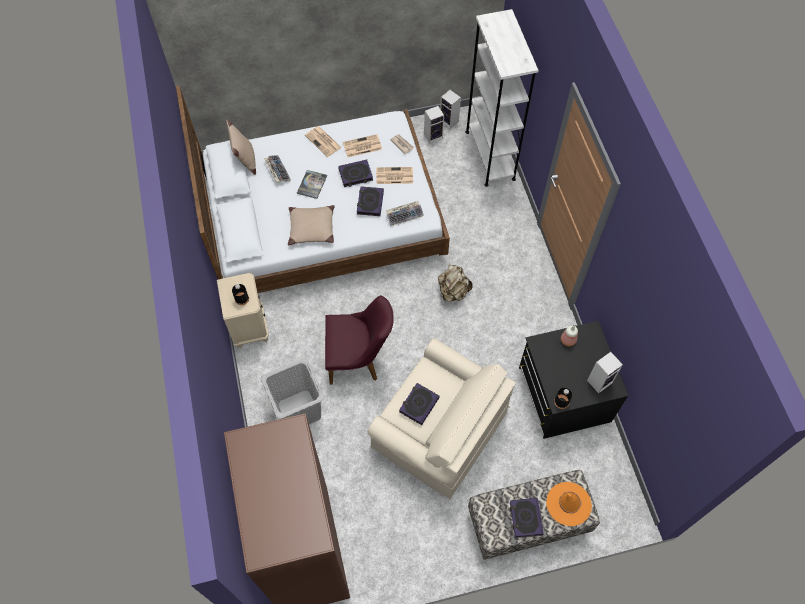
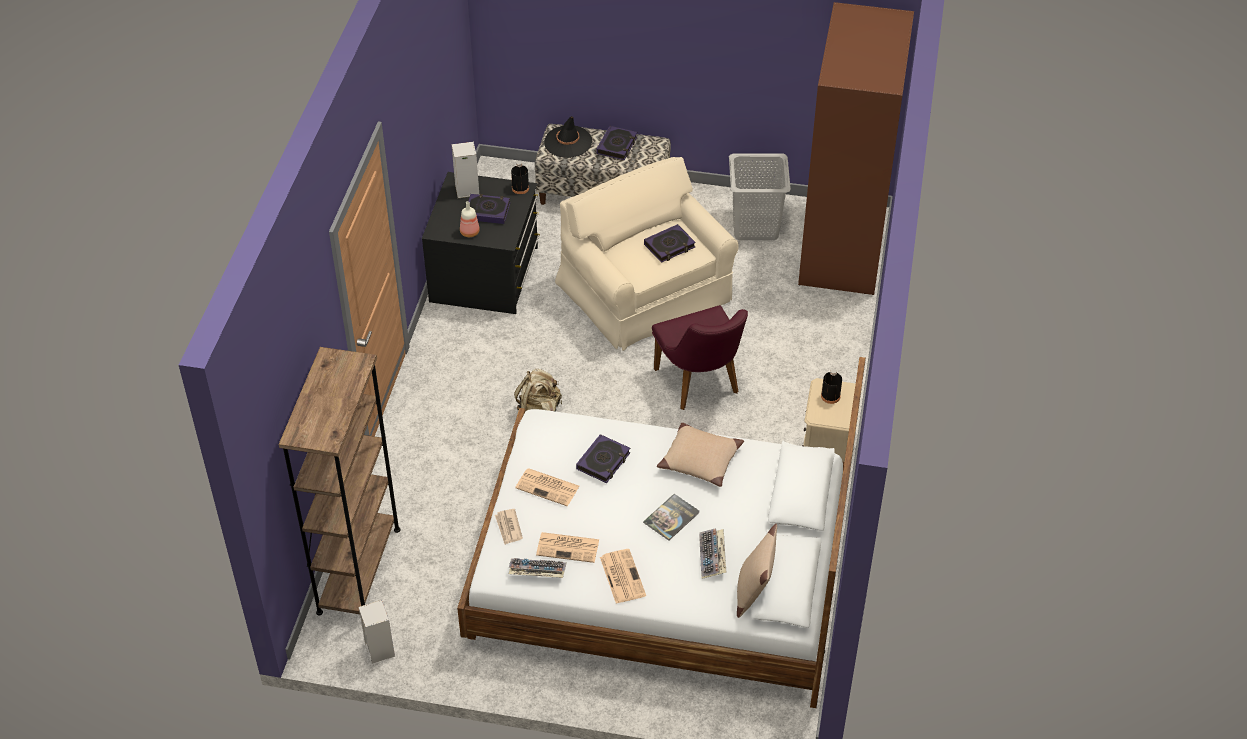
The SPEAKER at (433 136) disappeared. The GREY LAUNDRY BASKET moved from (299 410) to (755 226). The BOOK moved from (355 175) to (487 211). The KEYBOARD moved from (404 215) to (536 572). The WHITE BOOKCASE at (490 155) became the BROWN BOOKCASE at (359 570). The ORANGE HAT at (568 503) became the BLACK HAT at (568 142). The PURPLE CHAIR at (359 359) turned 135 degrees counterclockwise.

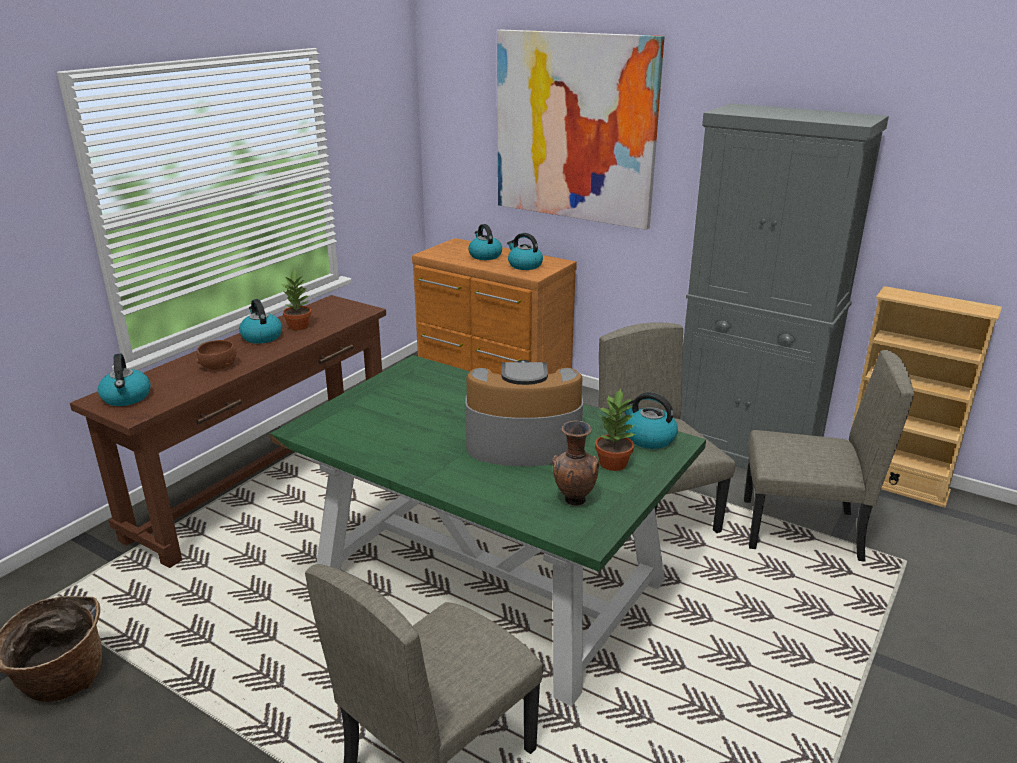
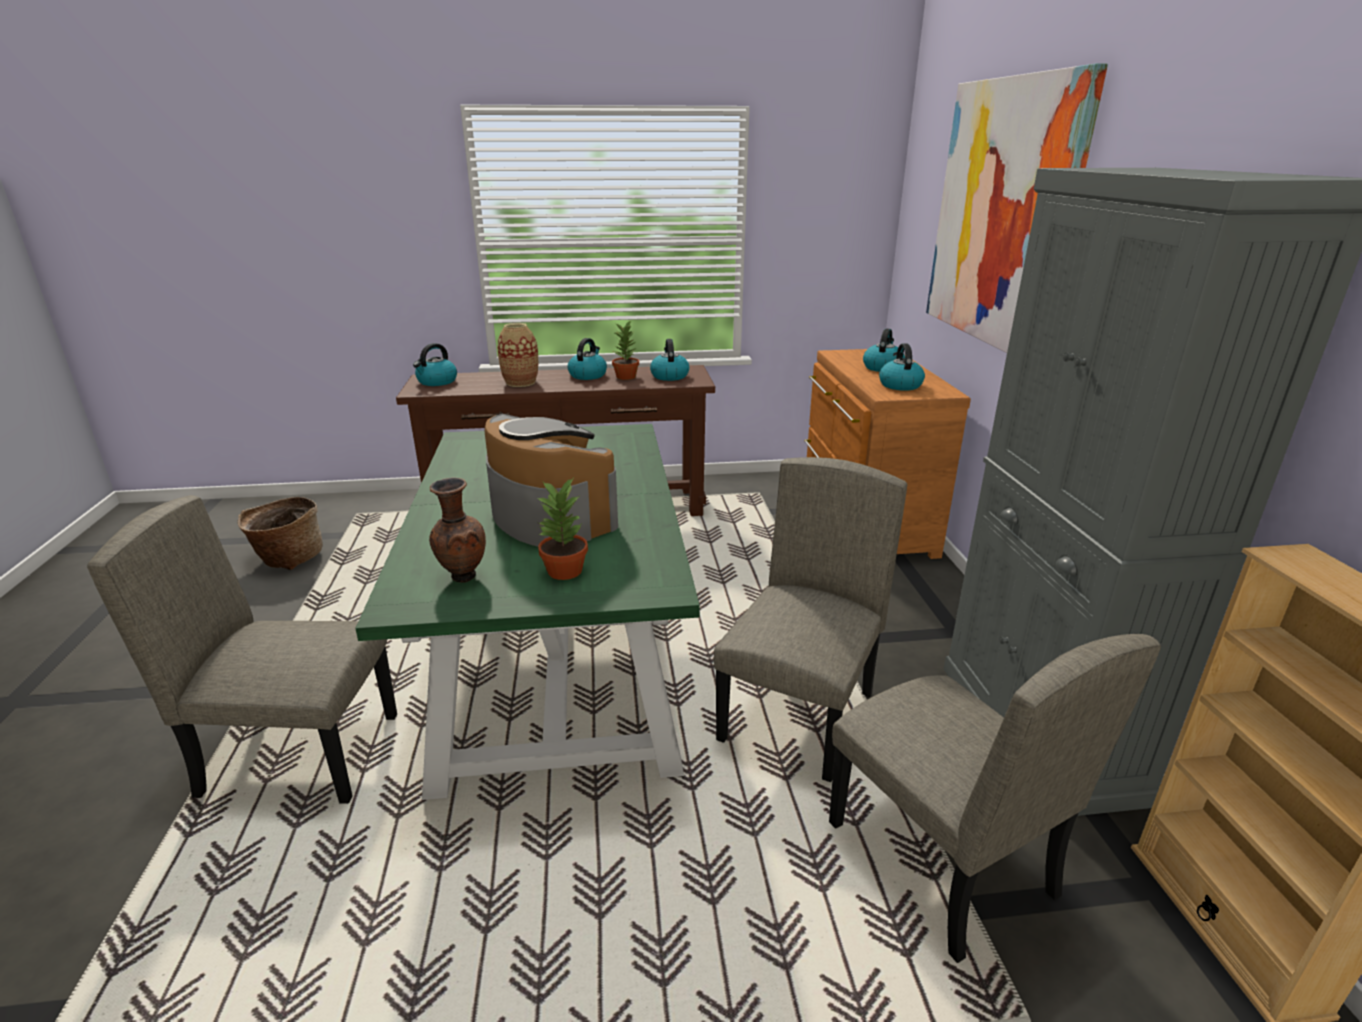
The KETTLE moved from (648 438) to (669 376). The BROWN BOWL at (218 365) was replaced by the VASE at (520 382).

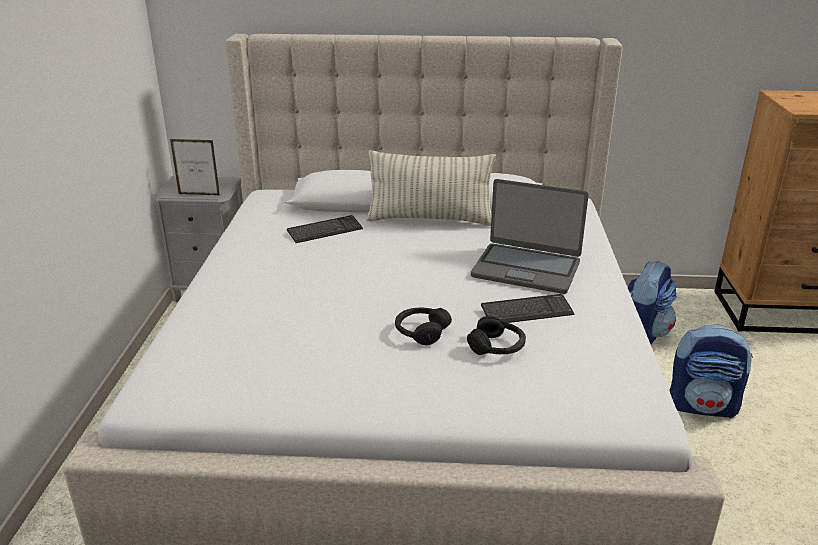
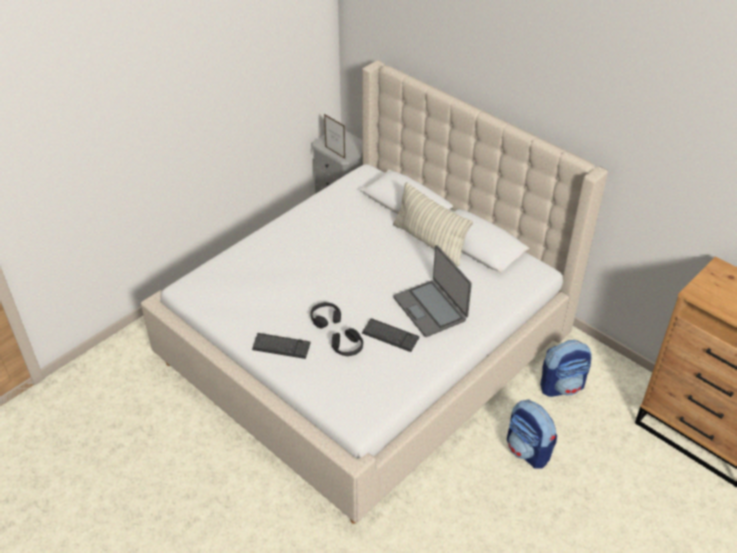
The KEYBOARD moved from (325 231) to (281 347).

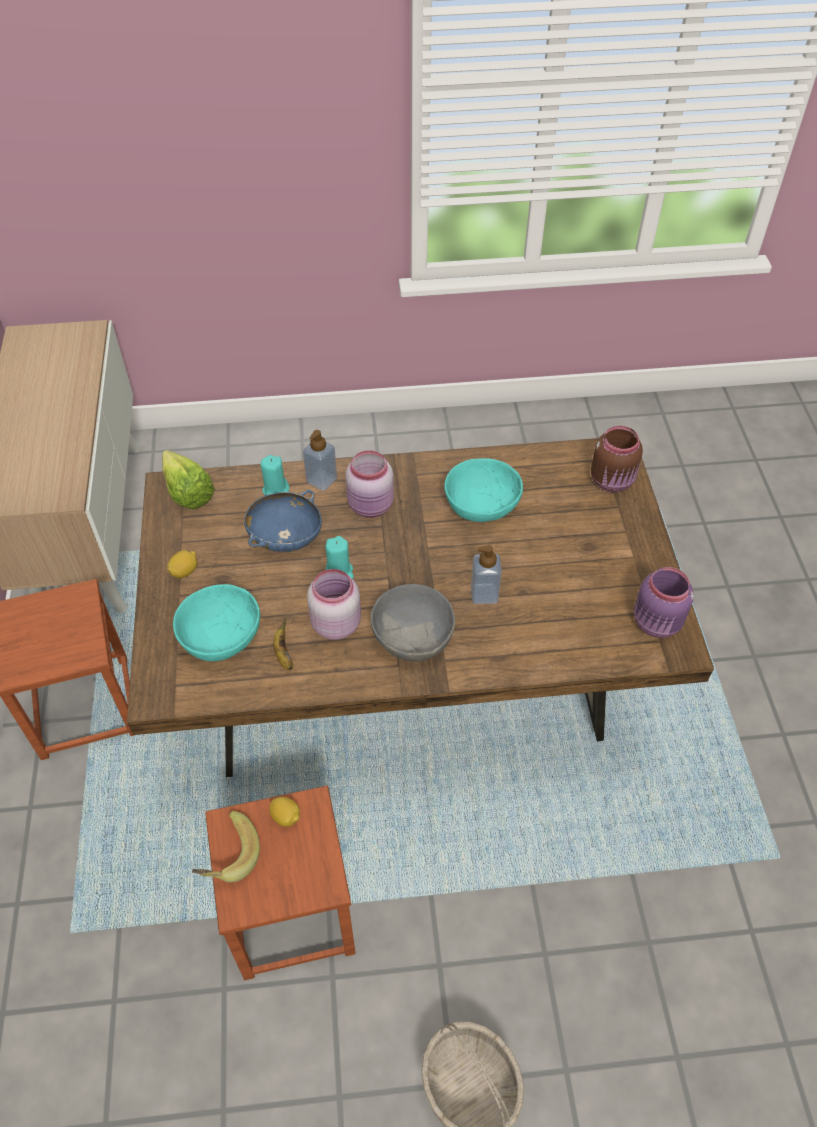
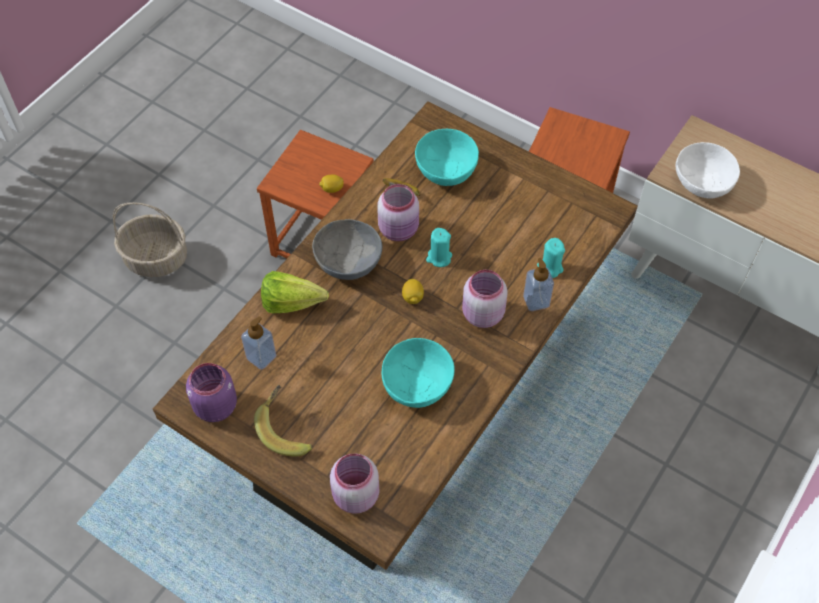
The BLUE BOWL at (285 537) disappeared. The WHITE BOWL at (703 182) appeared. The LETTUCE moved from (186 489) to (297 305). The LEMON moved from (184 571) to (412 297). The BANANA moved from (226 855) to (287 429). The SOAP DISPENSER moved from (484 594) to (261 357). The BROWN JAR at (612 481) became the PINK JAR at (354 496).

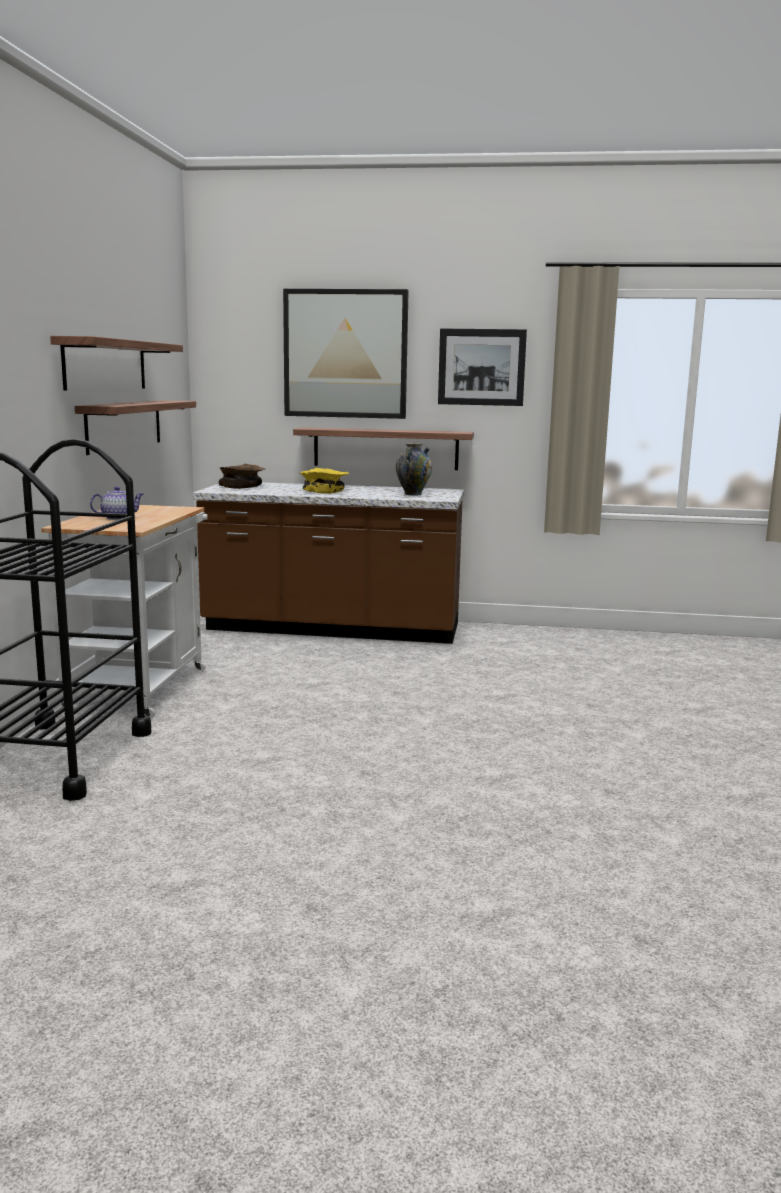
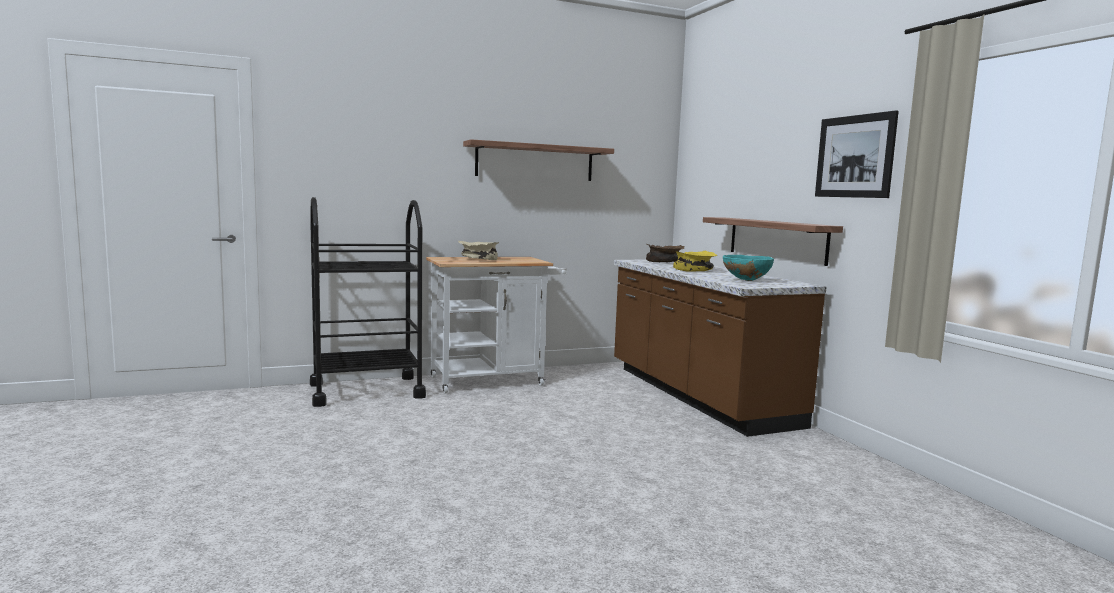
The SHELF at (124 425) disappeared. The PICTURE at (345 354) disappeared. The TEAPOT at (118 518) was replaced by the BEIGE BOWL at (478 259). The VASE at (413 494) was replaced by the TURQUOISE BOWL at (746 280).

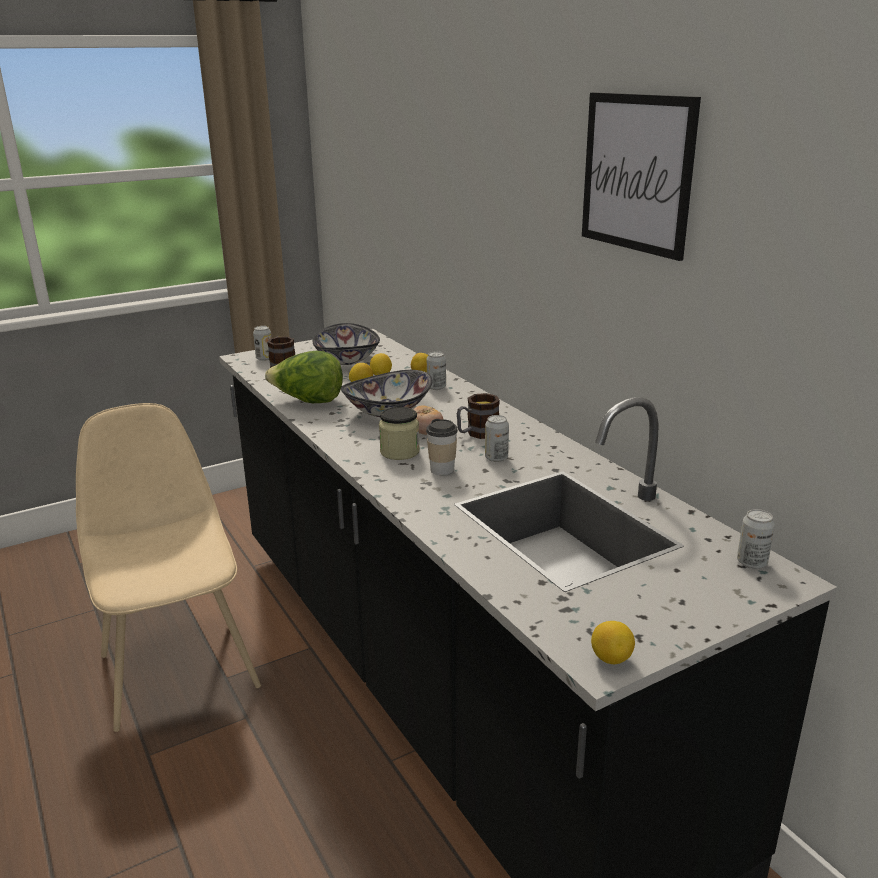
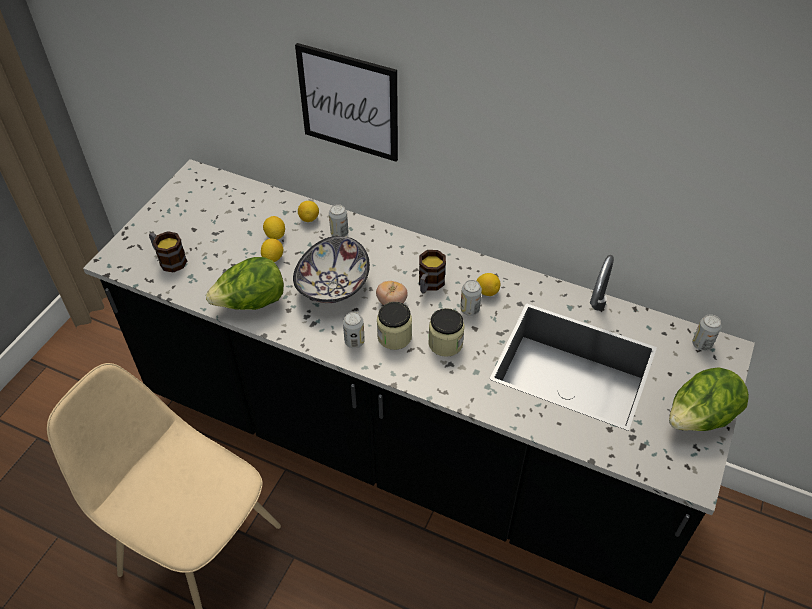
The BOWL at (346 360) disappeared. The LETTUCE at (699 418) appeared. The CAN moved from (264 358) to (354 341). The PICTURE moved from (637 173) to (349 103). The LEMON moved from (611 659) to (487 292). The CUP at (442 470) was replaced by the JAR at (445 343).

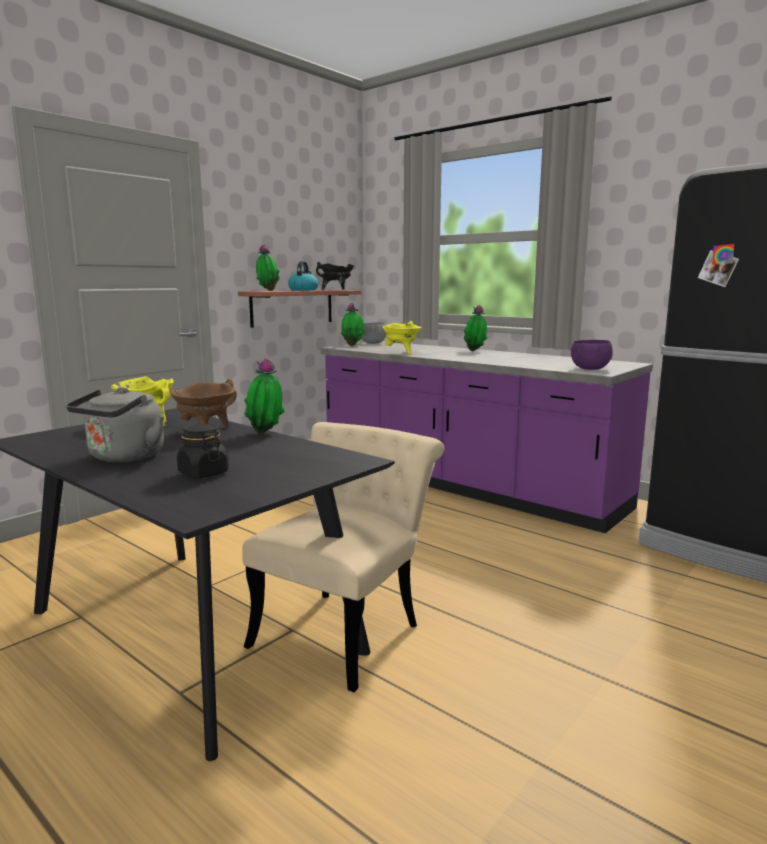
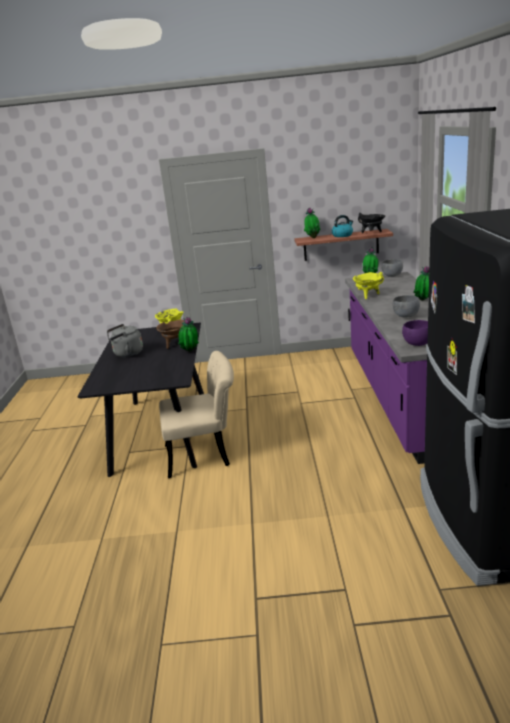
The BLACK JAR at (203 473) disappeared. The GREY BOWL at (405 316) appeared.

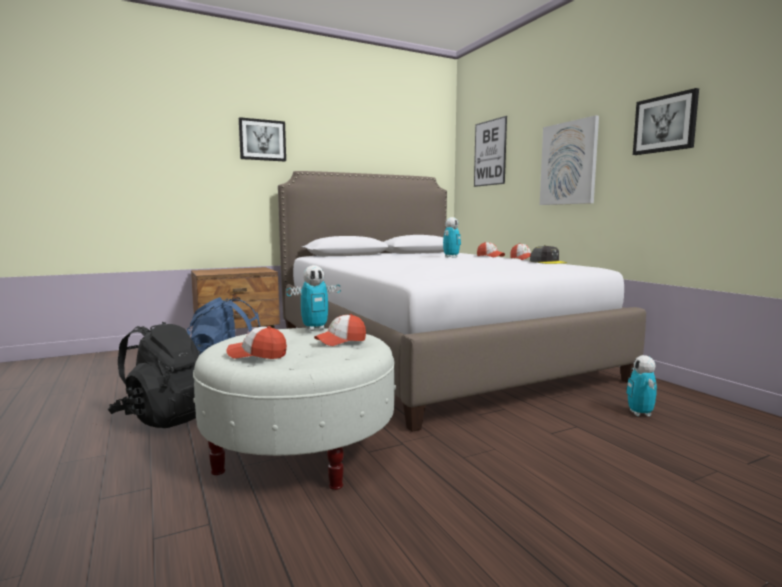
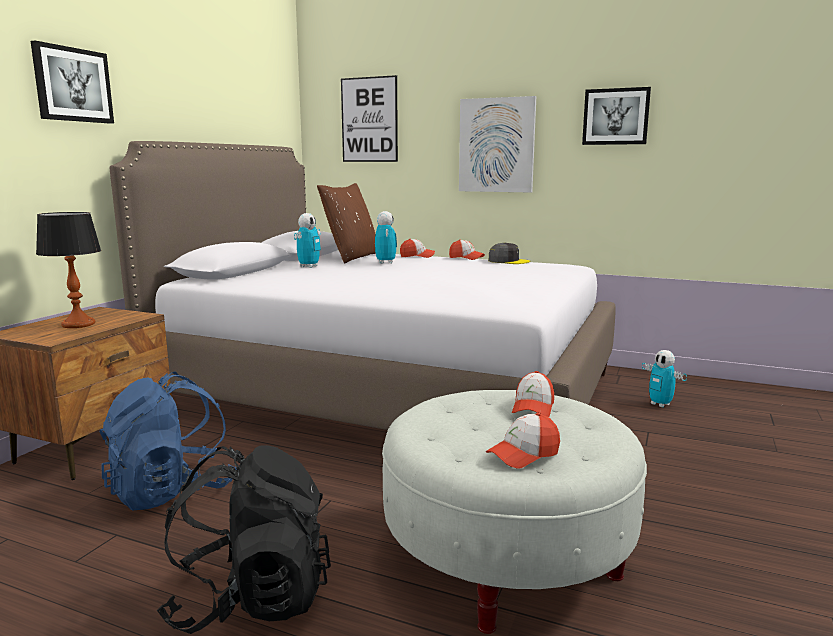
The TABLE LAMP at (78 324) appeared. The BROWN PILLOW at (352 257) appeared. The TOY ROBOT moved from (315 329) to (309 266).

